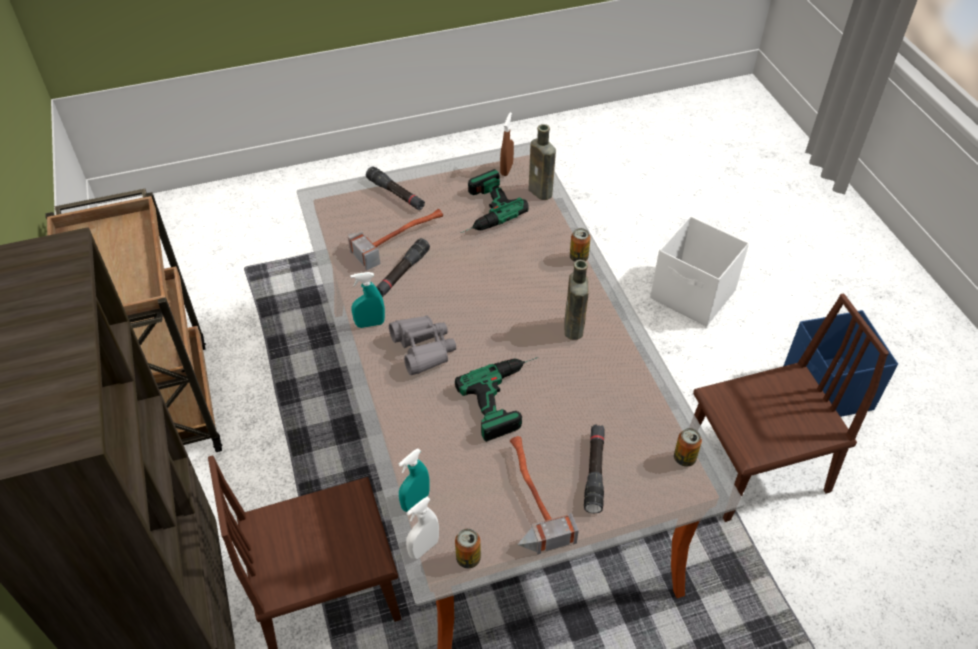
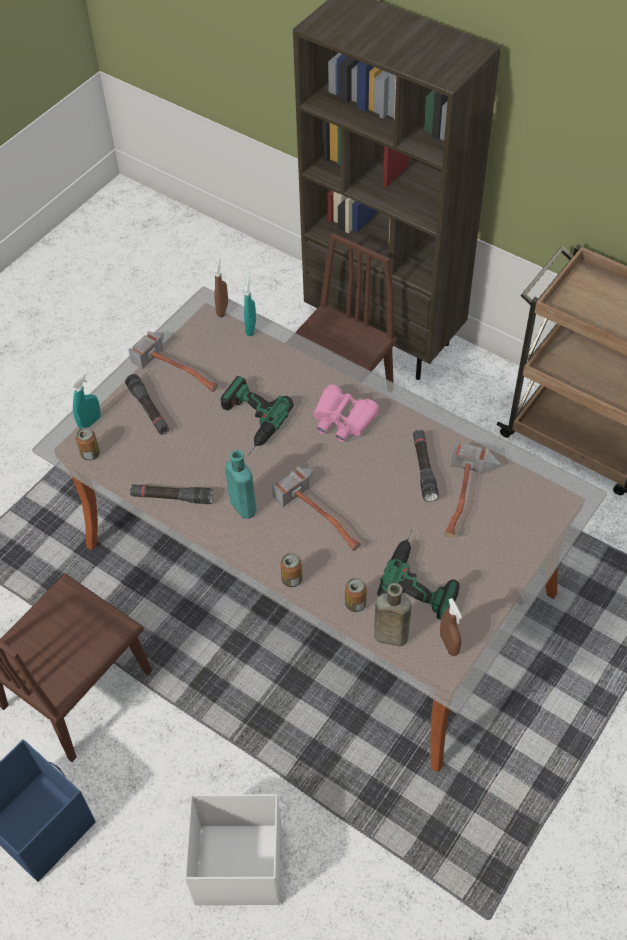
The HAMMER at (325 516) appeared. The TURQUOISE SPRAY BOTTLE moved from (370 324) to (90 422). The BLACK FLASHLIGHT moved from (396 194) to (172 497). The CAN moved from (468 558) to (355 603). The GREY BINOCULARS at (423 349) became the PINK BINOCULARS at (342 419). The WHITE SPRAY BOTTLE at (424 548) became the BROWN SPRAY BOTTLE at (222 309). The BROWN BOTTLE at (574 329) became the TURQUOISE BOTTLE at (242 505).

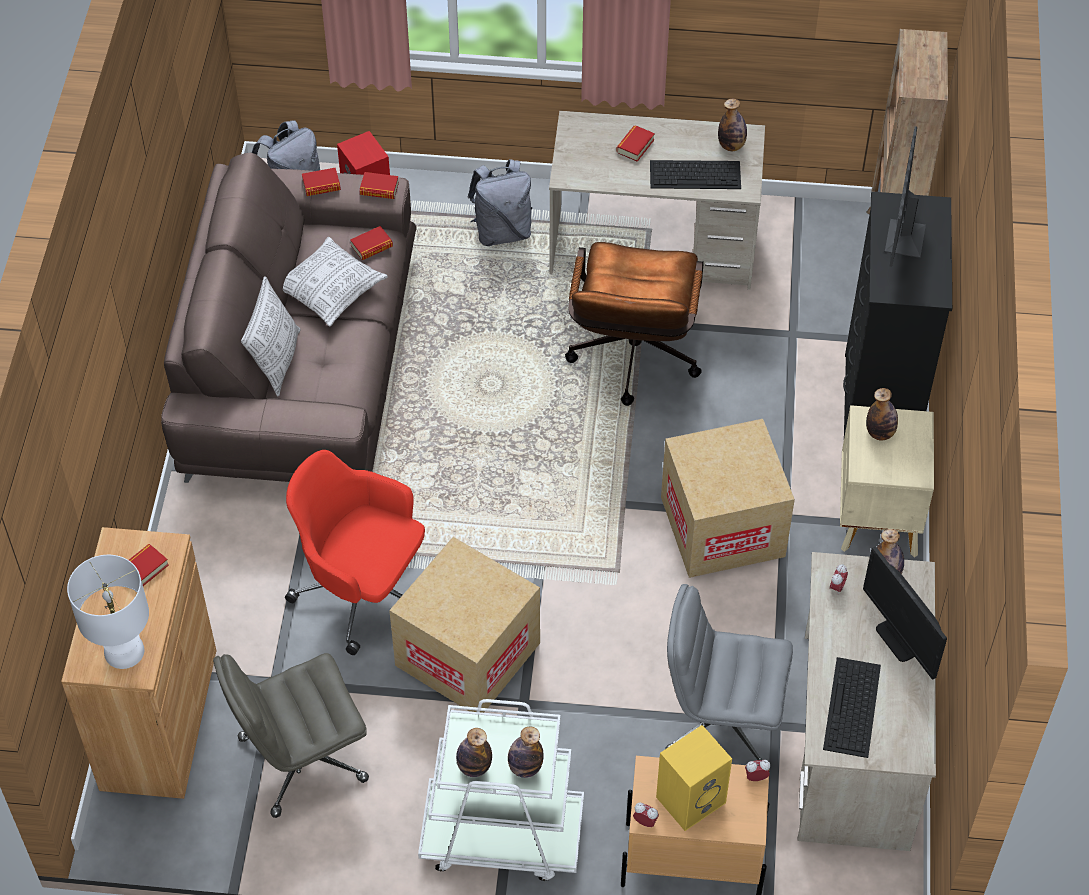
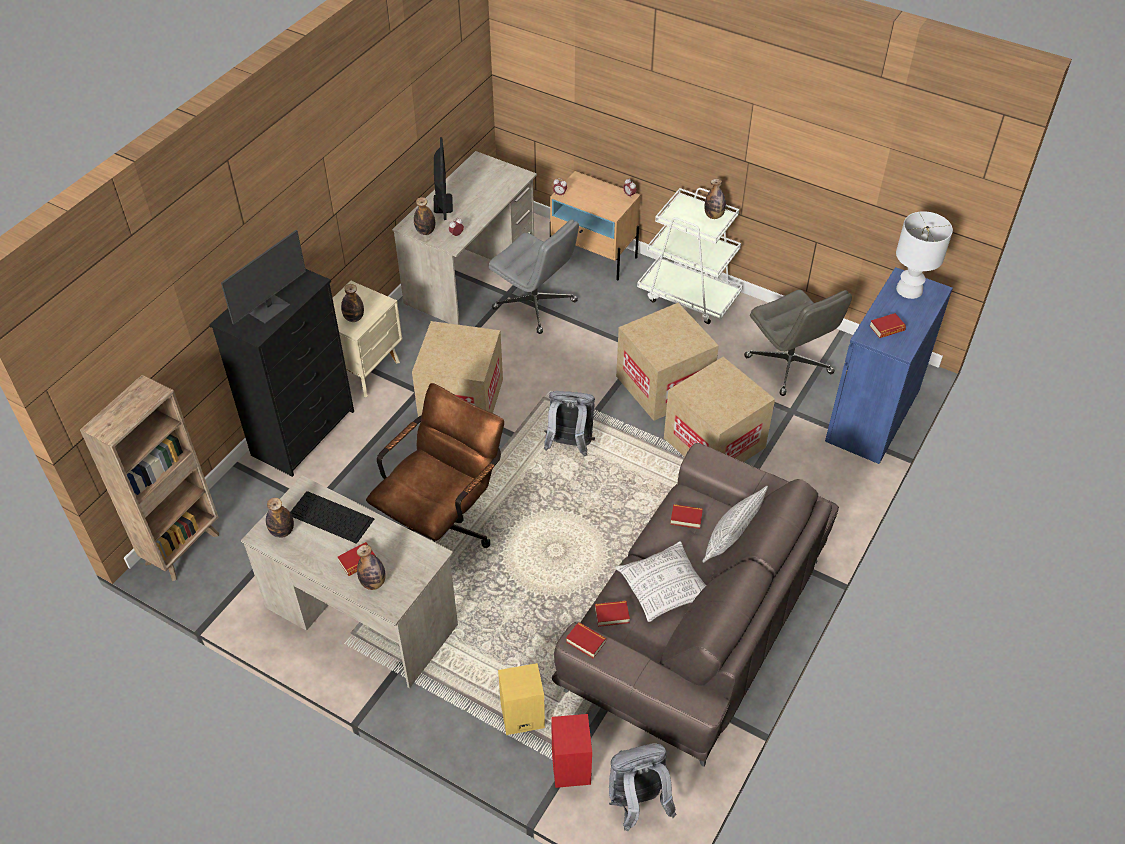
The KEYBOARD at (852 708) disappeared. The BOOK moved from (321 185) to (686 518). The GREY BACKPACK moved from (502 231) to (569 445). The BOTTLE moved from (525 767) to (373 583). The YELLOW SPEAKER moved from (691 798) to (521 717). The RED OFFICE CHAIR at (363 591) was replaced by the CARDBOARD BOX at (714 443). The BROWN CABINET at (159 719) became the BLUE CABINET at (873 415). The GREY OFFICE CHAIR at (301 760) turned 60 degrees clockwise.

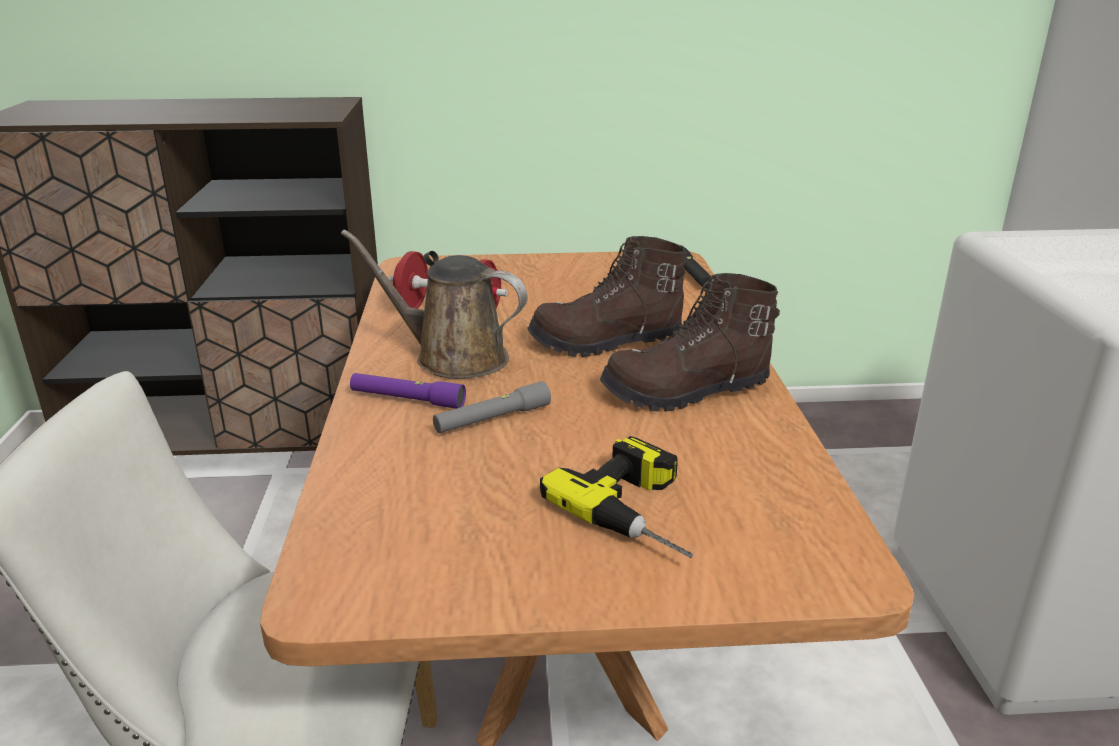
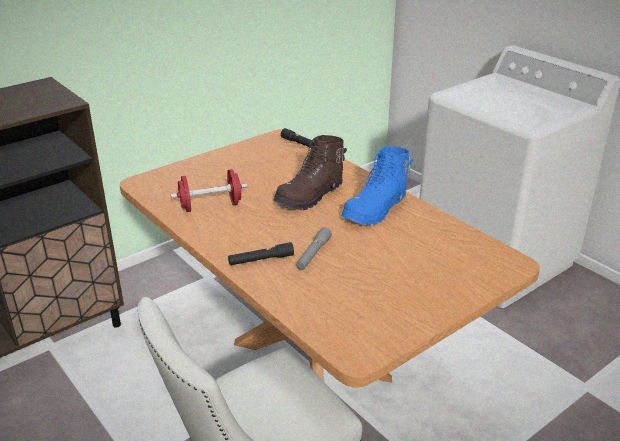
The BROWN WATERING CAN at (453 357) disappeared. The POWER DRILL at (643 510) disappeared. The PURPLE FLASHLIGHT at (407 399) became the BLACK FLASHLIGHT at (261 260). The BROWN BOOT at (686 392) became the BLUE BOOT at (376 210).

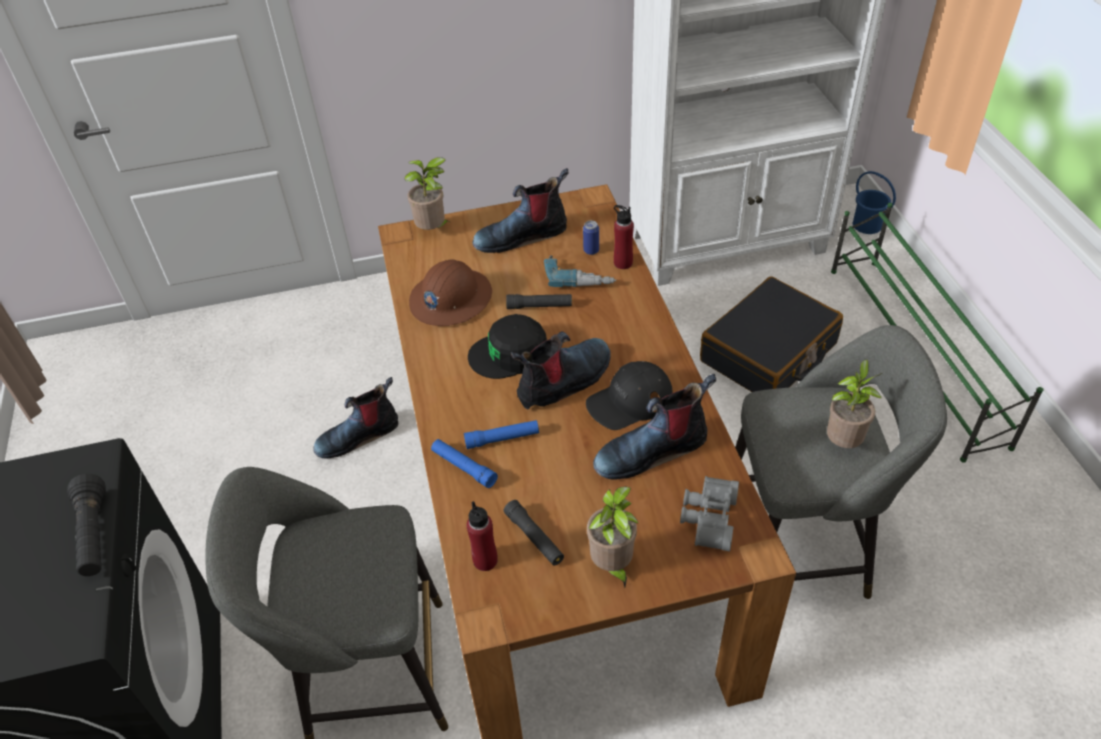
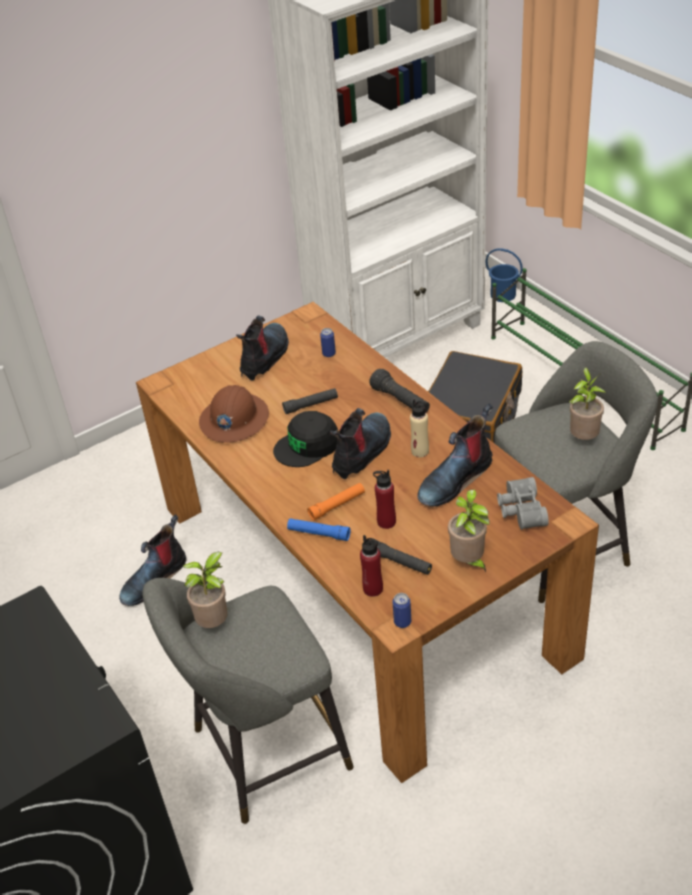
The POWER DRILL at (579 277) disappeared. The CAN at (402 622) appeared. The BLACK FLASHLIGHT moved from (94 535) to (400 401). The POTTED PLANT moved from (433 230) to (215 623). The RED BOTTLE moved from (623 263) to (386 522). The BLACK CAP at (629 401) was replaced by the BEIGE BOTTLE at (420 451). The BLUE FLASHLIGHT at (502 439) became the ORANGE FLASHLIGHT at (337 505). The BOOT at (521 236) turned 150 degrees clockwise.

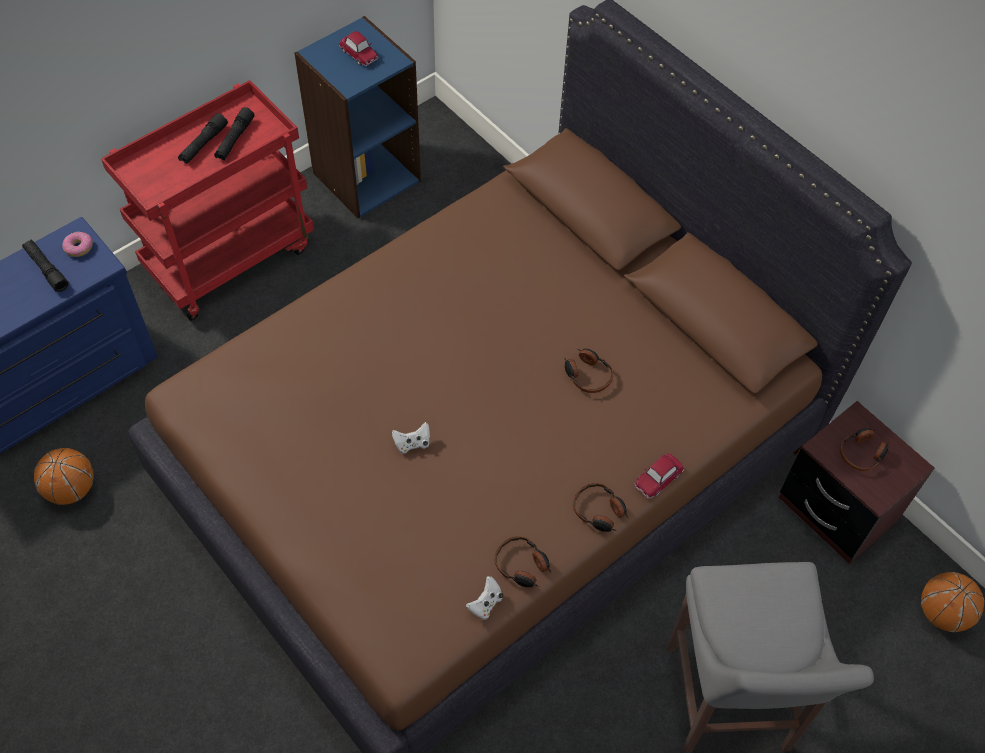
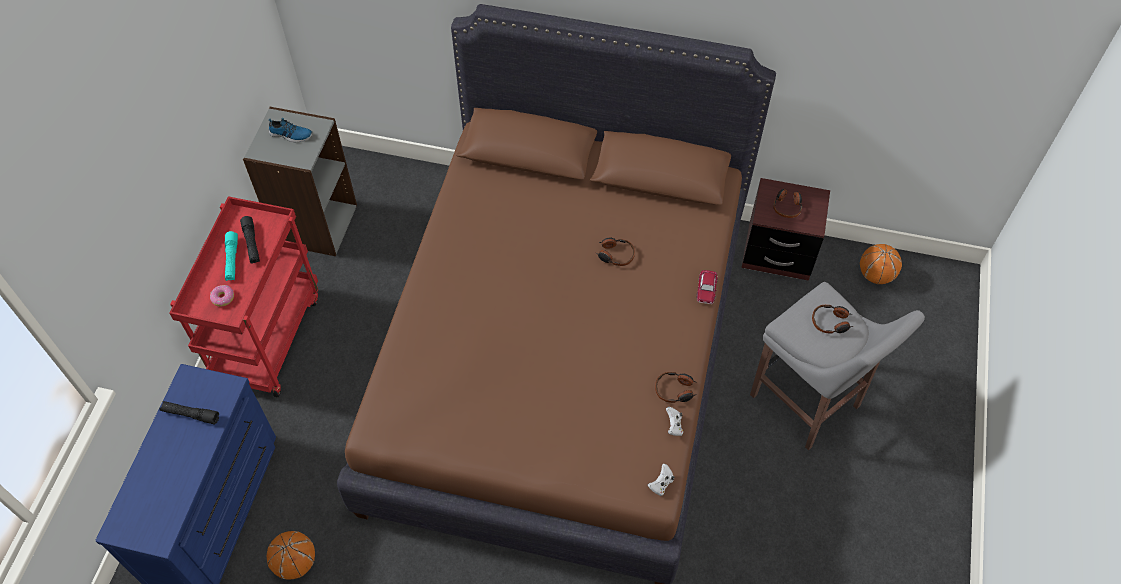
The DONUT moved from (79 248) to (223 298). The WHITE GAME CONTROLLER moved from (412 443) to (661 484). The HEADPHONES moved from (599 511) to (831 322). The TOY CAR at (359 54) was replaced by the SHOE at (290 135). The BLACK FLASHLIGHT at (203 144) became the TURQUOISE FLASHLIGHT at (232 260). The BLUE BOOKCASE at (366 176) became the GREY BOOKCASE at (315 224).

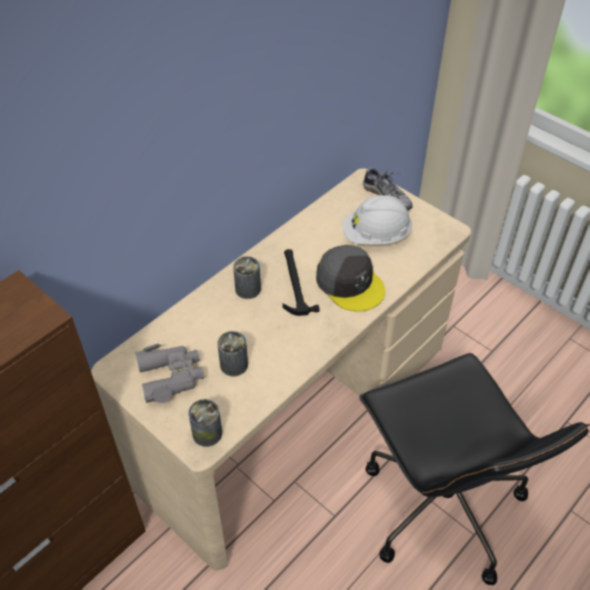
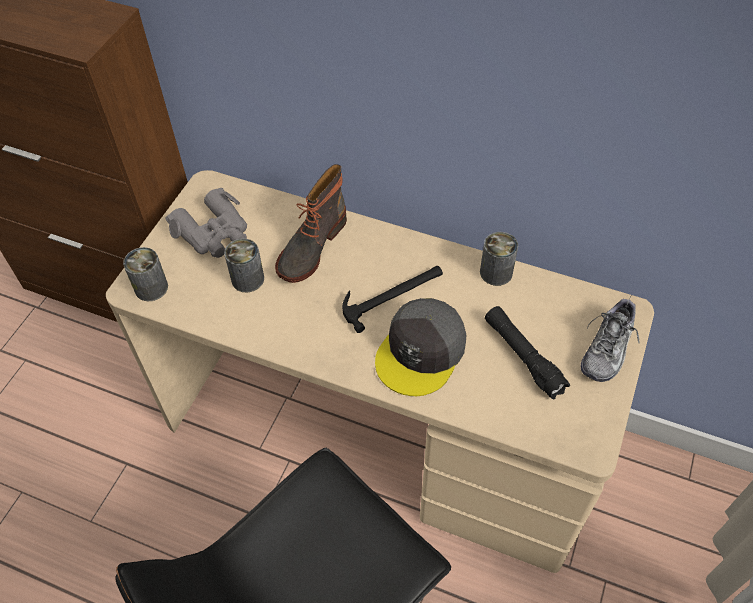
The BOOT at (311 246) appeared. The CAN moved from (248 289) to (496 272). The WHITE HARD HAT at (376 236) was replaced by the BLACK FLASHLIGHT at (523 357).

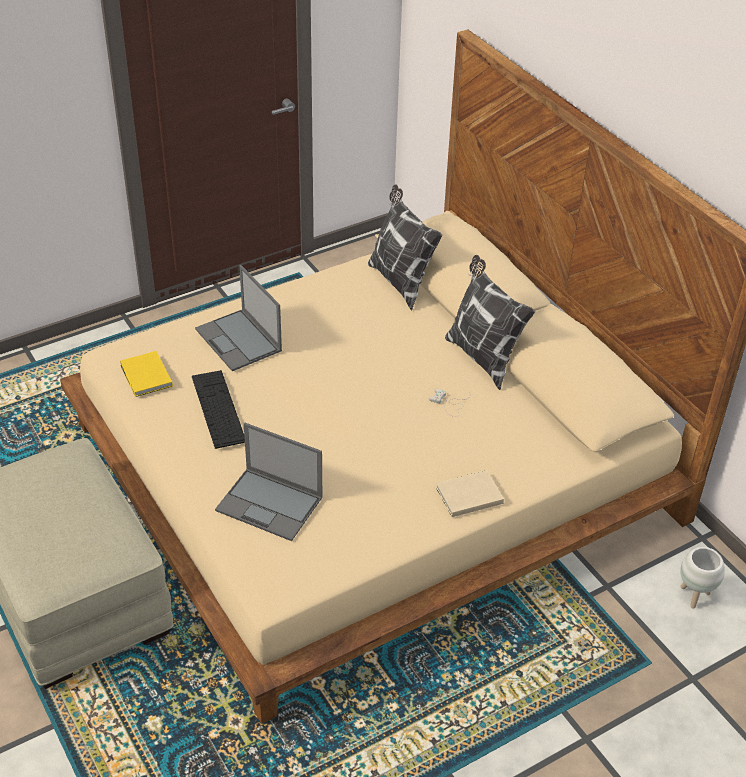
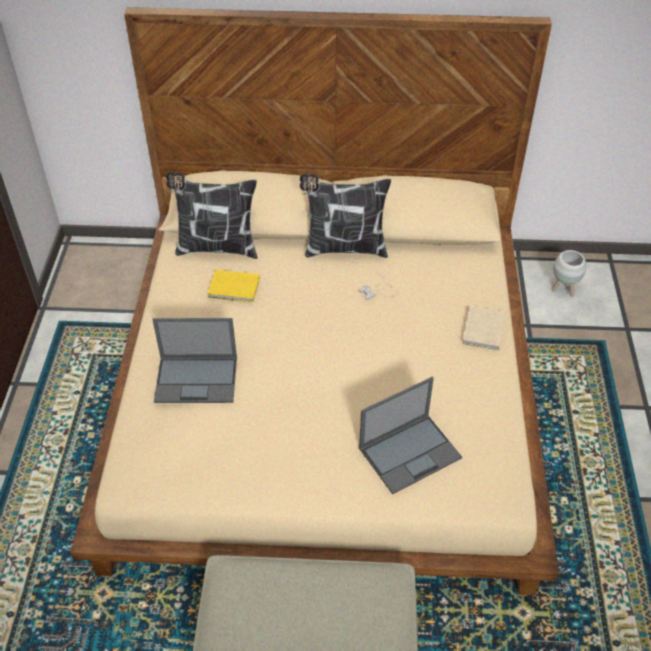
The KEYBOARD at (218 408) disappeared. The YELLOW BOOK moved from (145 377) to (235 288).

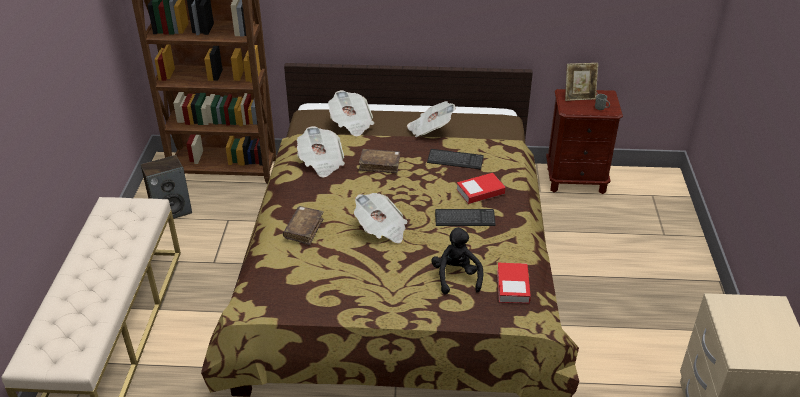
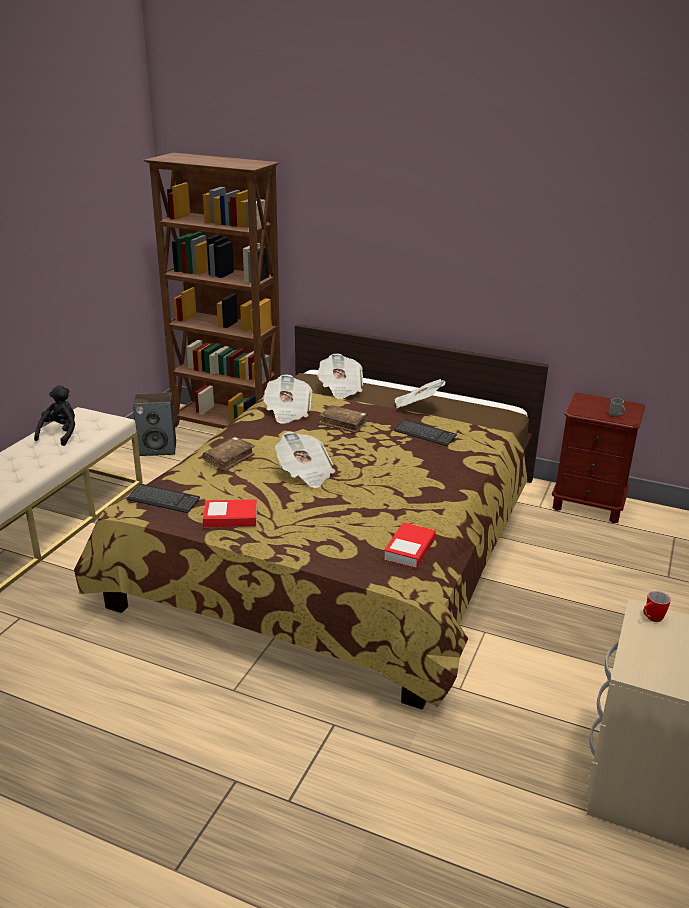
The PICTURE FRAME at (579 97) disappeared. The MUG at (651 619) appeared. The BLACK PLUSH TOY moved from (456 277) to (60 434). The KEYBOARD moved from (464 219) to (163 500). The BOOK moved from (480 192) to (230 518).

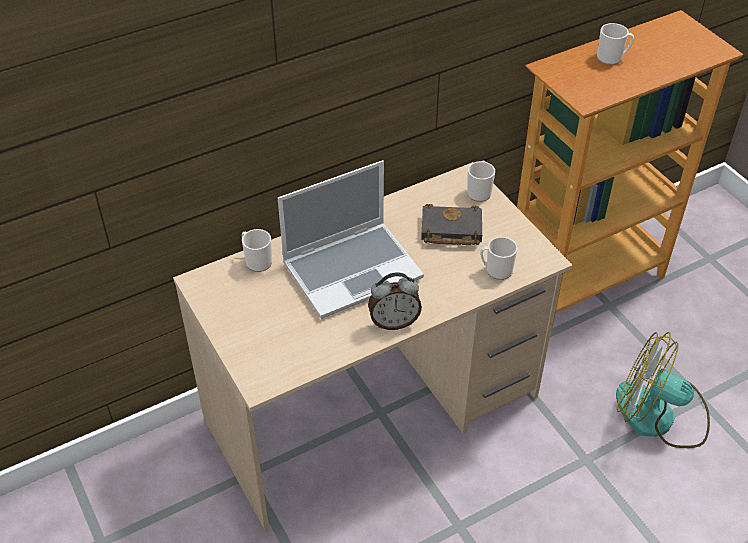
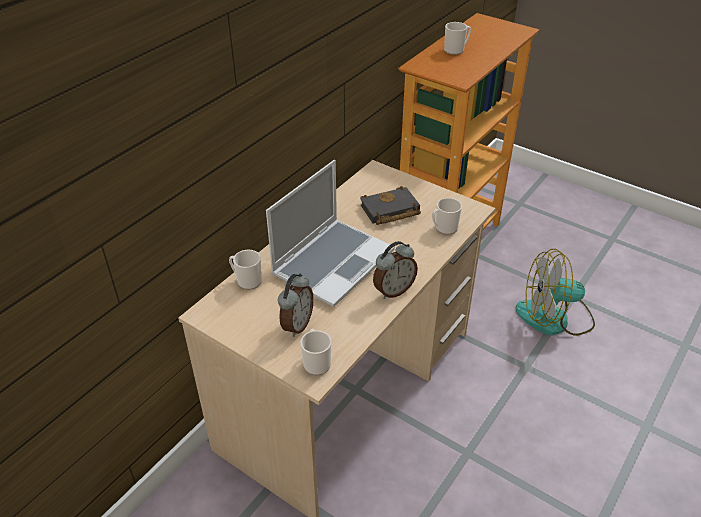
The ALARM CLOCK at (296 325) appeared. The MUG moved from (479 191) to (316 362).

